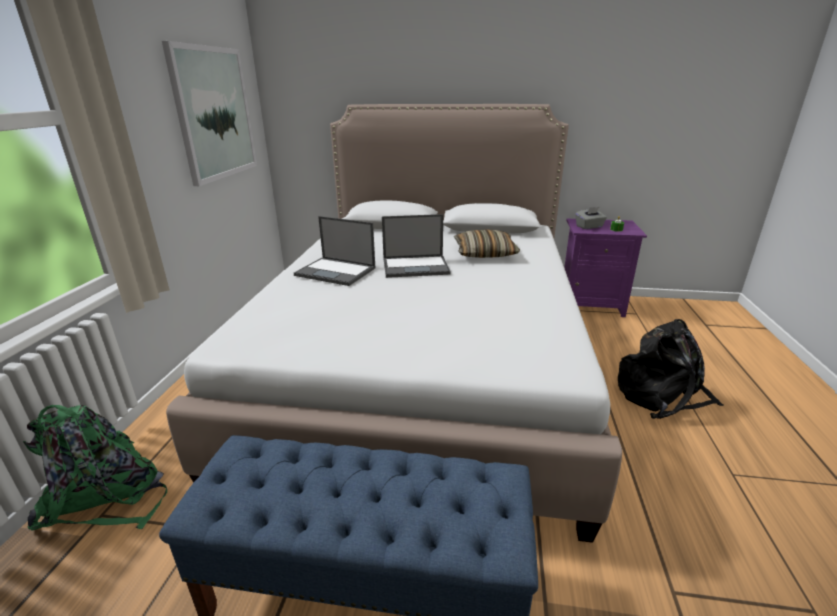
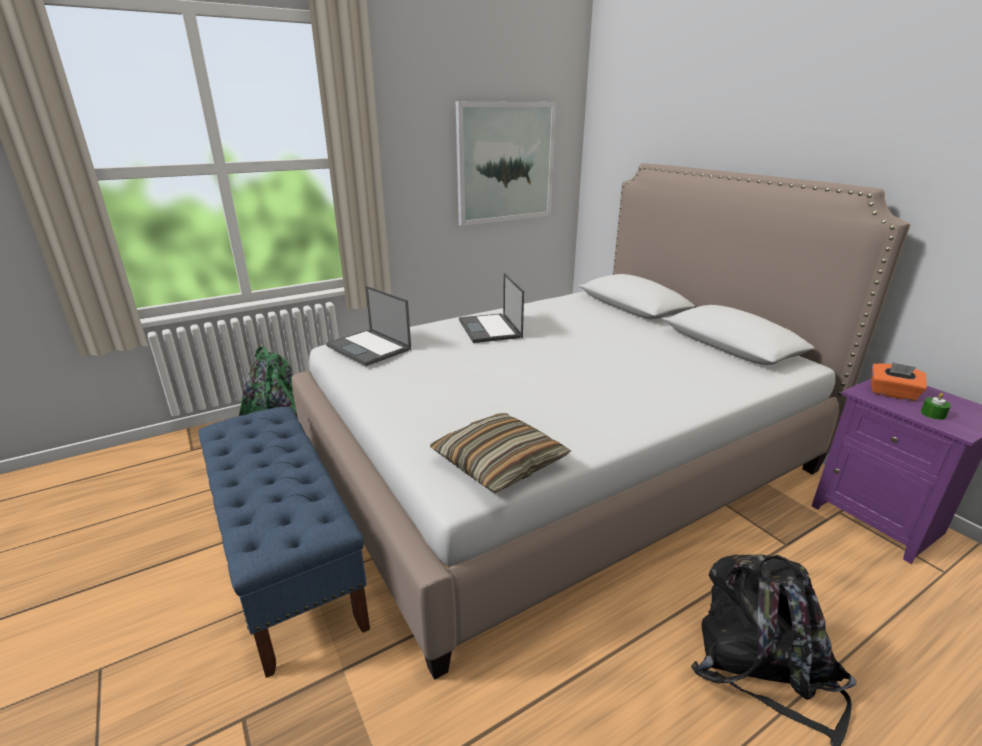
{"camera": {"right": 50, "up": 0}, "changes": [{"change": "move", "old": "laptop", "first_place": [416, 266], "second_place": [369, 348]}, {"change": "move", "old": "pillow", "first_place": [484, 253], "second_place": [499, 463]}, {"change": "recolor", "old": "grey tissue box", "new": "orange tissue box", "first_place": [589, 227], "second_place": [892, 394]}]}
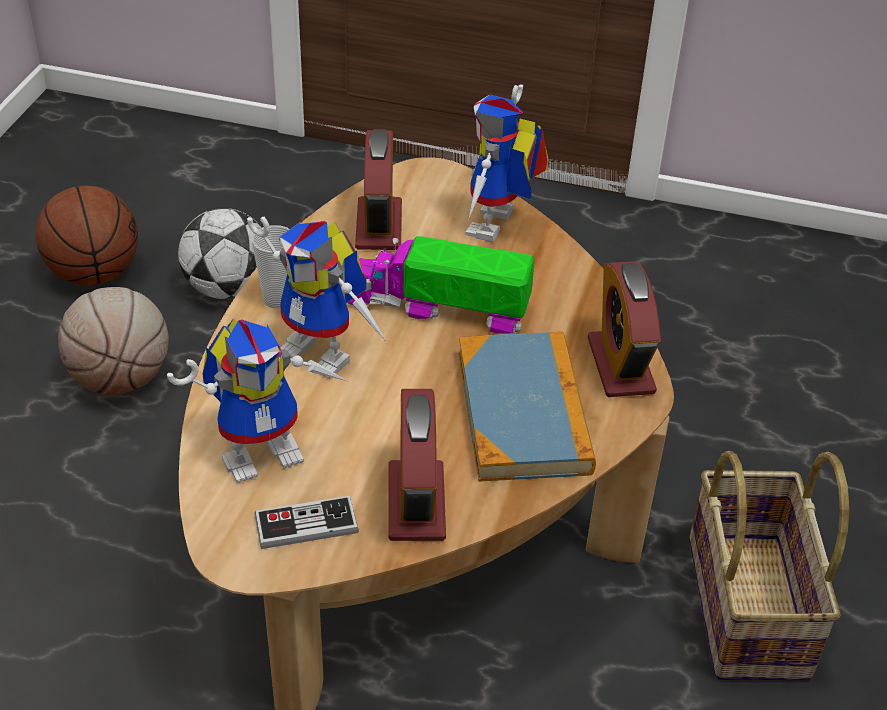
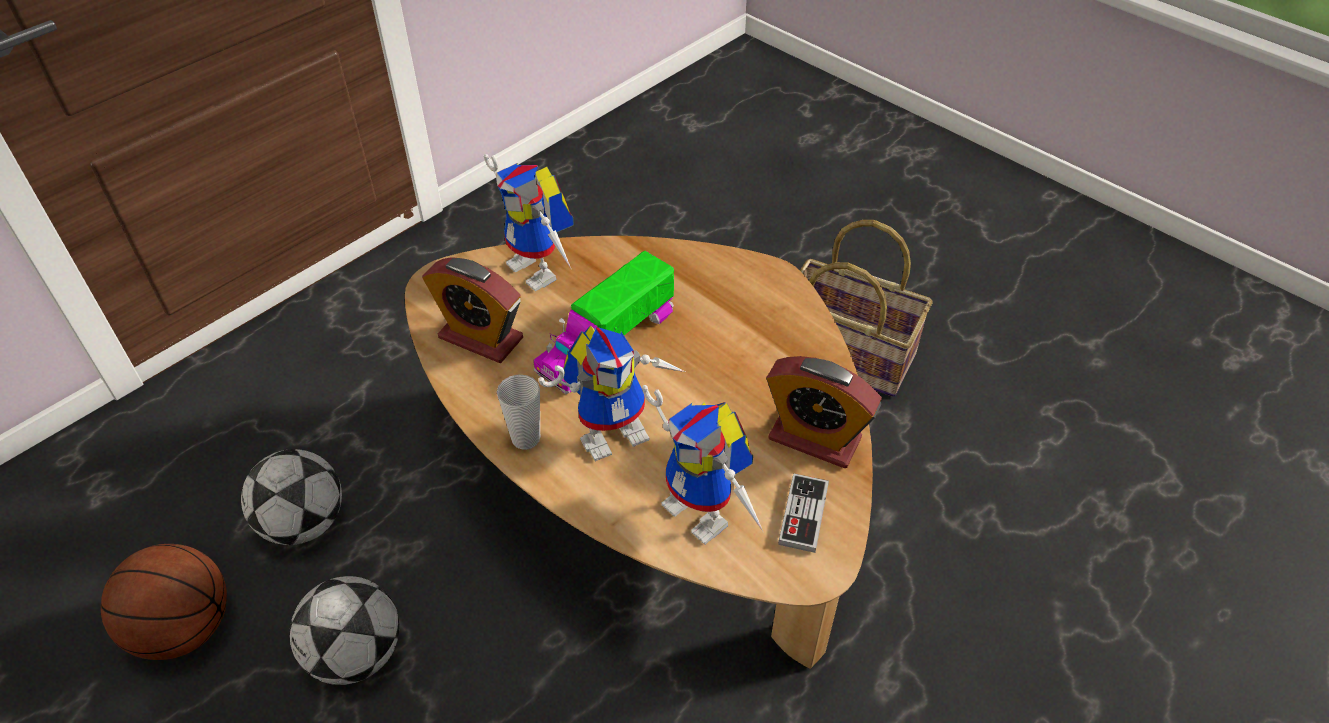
{"camera": {"right": -60, "up": 5}, "changes": [{"change": "replace", "old": "basketball", "new": "football", "first_place": [121, 379], "second_place": [357, 653]}, {"change": "rotate", "old": "toy robot", "first_place": [265, 450], "second_place": [706, 512], "degrees": 135}, {"change": "delete", "old": "book", "first_place": [523, 411]}, {"change": "delete", "old": "alarm clock", "first_place": [620, 365]}]}
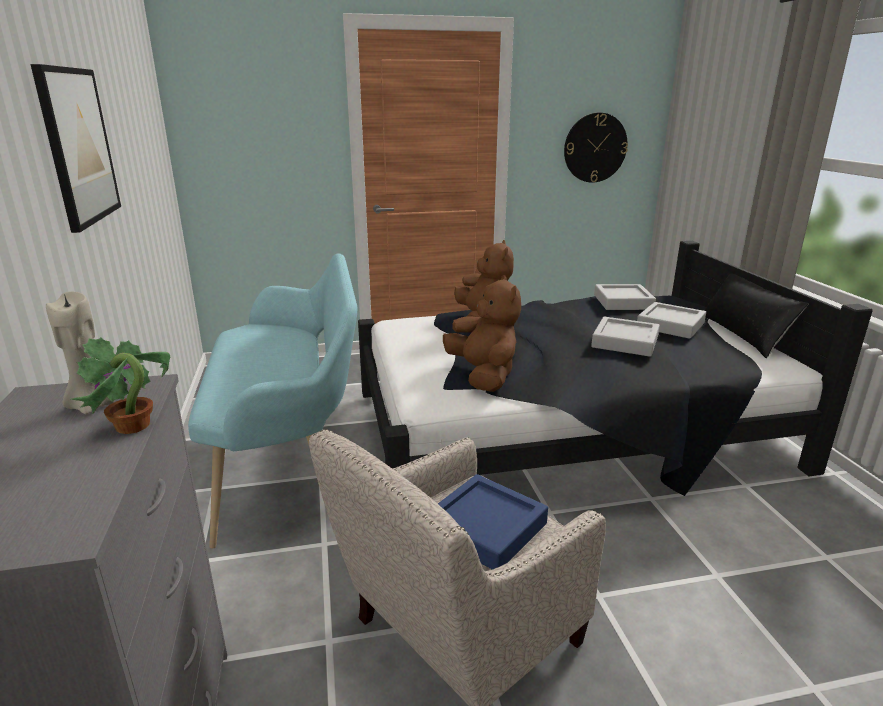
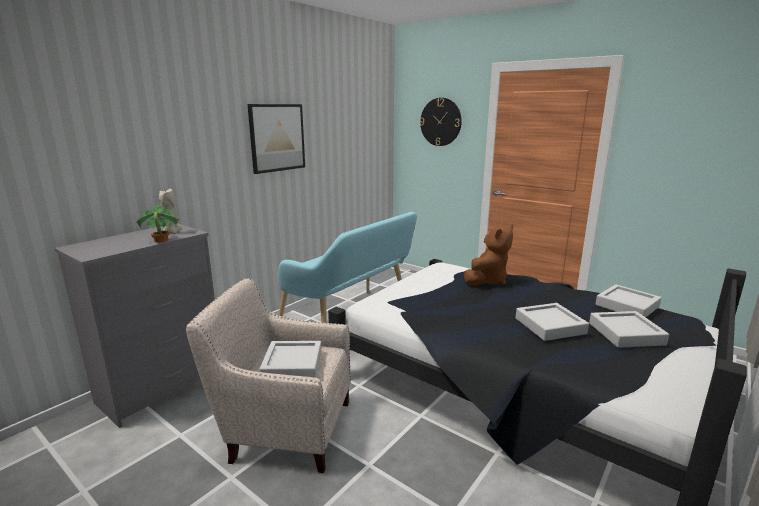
{"camera": {"right": 50, "up": -5}, "changes": [{"change": "recolor", "old": "blue tray", "new": "grey tray", "first_place": [485, 528], "second_place": [292, 365]}, {"change": "delete", "old": "brown plush toy", "first_place": [483, 376]}, {"change": "move", "old": "wall clock", "first_place": [595, 148], "second_place": [440, 122]}, {"change": "delete", "old": "black pillow", "first_place": [743, 334]}]}
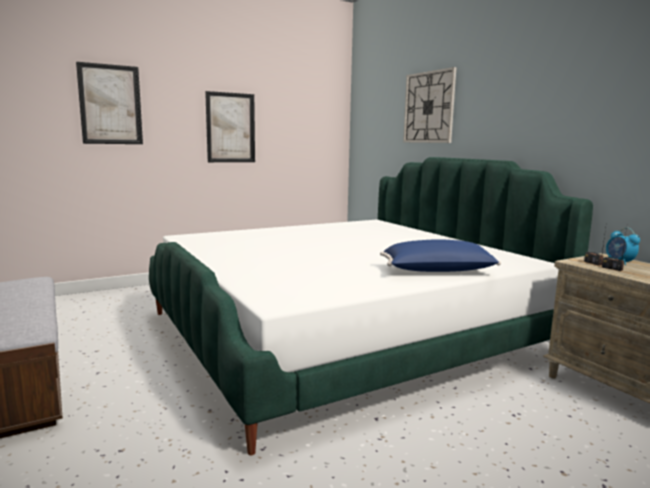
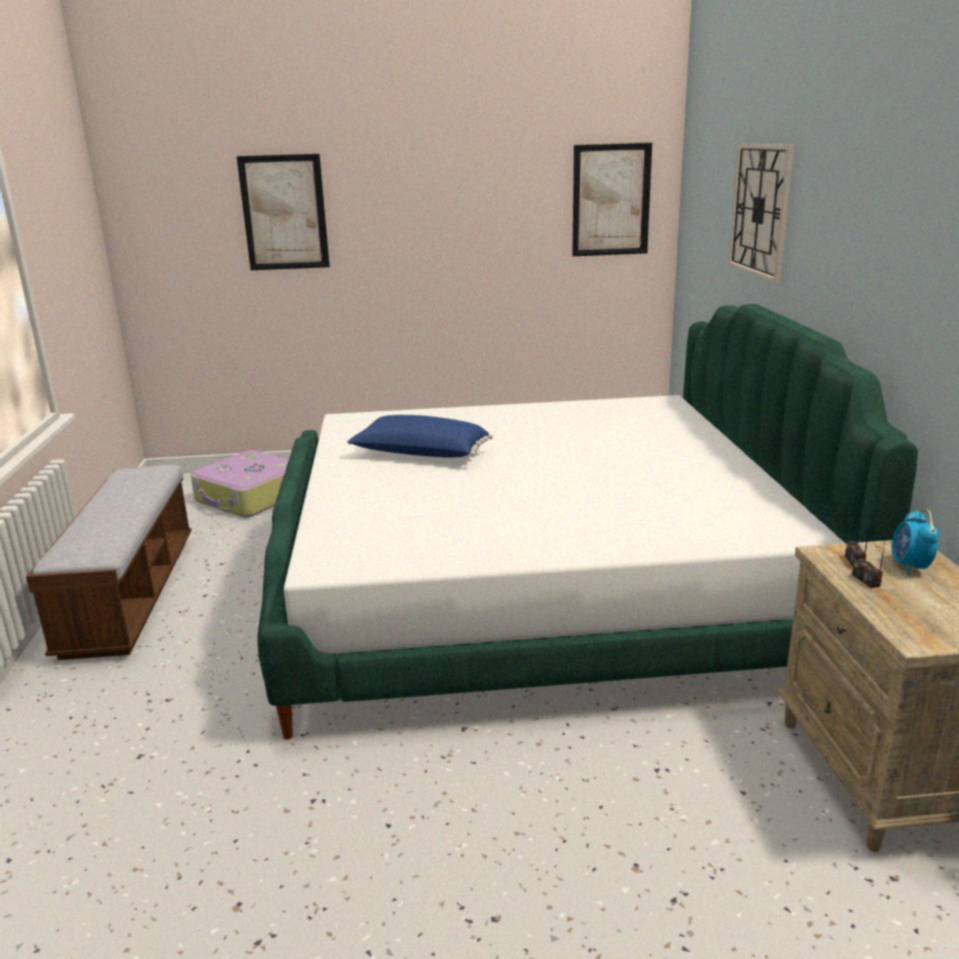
{"camera": {"right": 25, "up": 10}, "changes": [{"change": "move", "old": "picture", "first_place": [230, 128], "second_place": [611, 200]}, {"change": "move", "old": "blue pillow", "first_place": [438, 272], "second_place": [420, 455]}, {"change": "insert", "new": "suitcase", "second_place": [251, 497]}]}
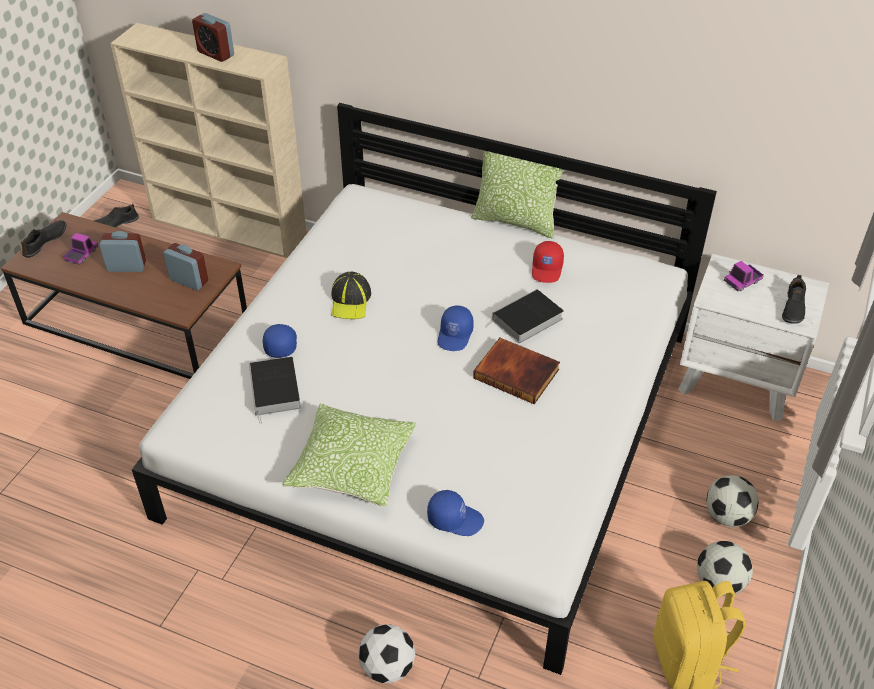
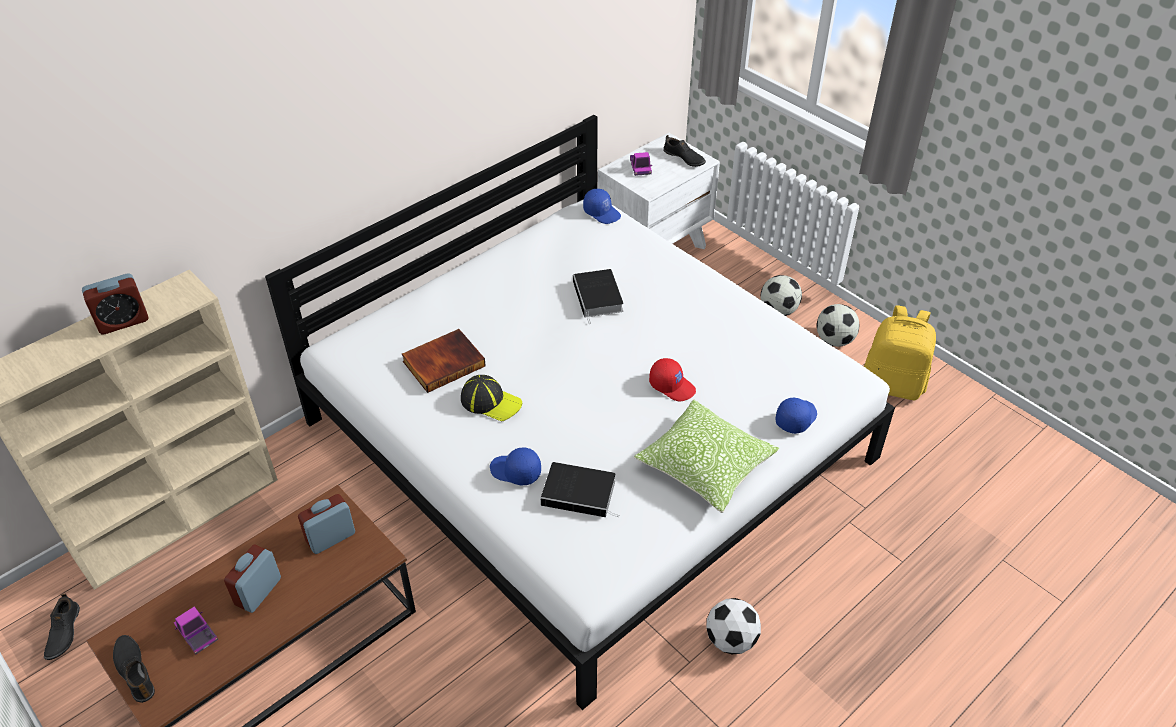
{"camera": {"right": -65, "up": 0}, "changes": [{"change": "move", "old": "football", "first_place": [387, 667], "second_place": [731, 640]}, {"change": "move", "old": "blue cap", "first_place": [455, 335], "second_place": [602, 212]}, {"change": "delete", "old": "pillow", "first_place": [516, 221]}, {"change": "move", "old": "book", "first_place": [517, 373], "second_place": [443, 362]}, {"change": "move", "old": "red cap", "first_place": [547, 269], "second_place": [672, 386]}]}
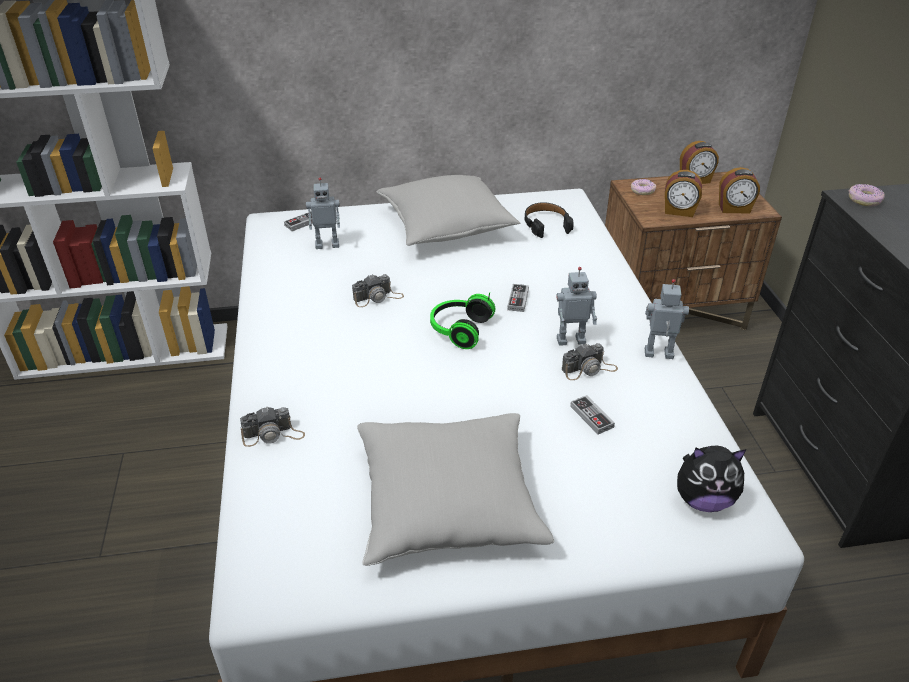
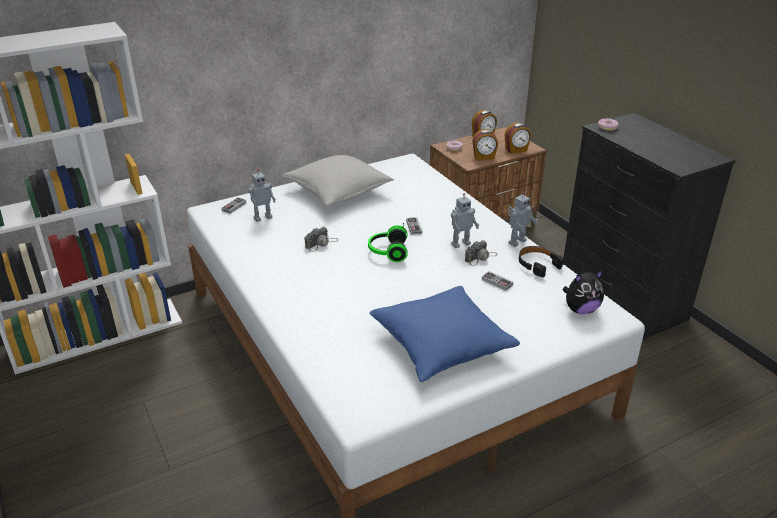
{"camera": {"right": -20, "up": -5}, "changes": [{"change": "delete", "old": "photo camera", "first_place": [273, 435]}, {"change": "recolor", "old": "grey pillow", "new": "blue pillow", "first_place": [448, 502], "second_place": [441, 344]}, {"change": "move", "old": "black headphones", "first_place": [546, 225], "second_place": [537, 264]}, {"change": "rotate", "old": "toy robot", "first_place": [658, 355], "second_place": [516, 241], "degrees": 150}]}
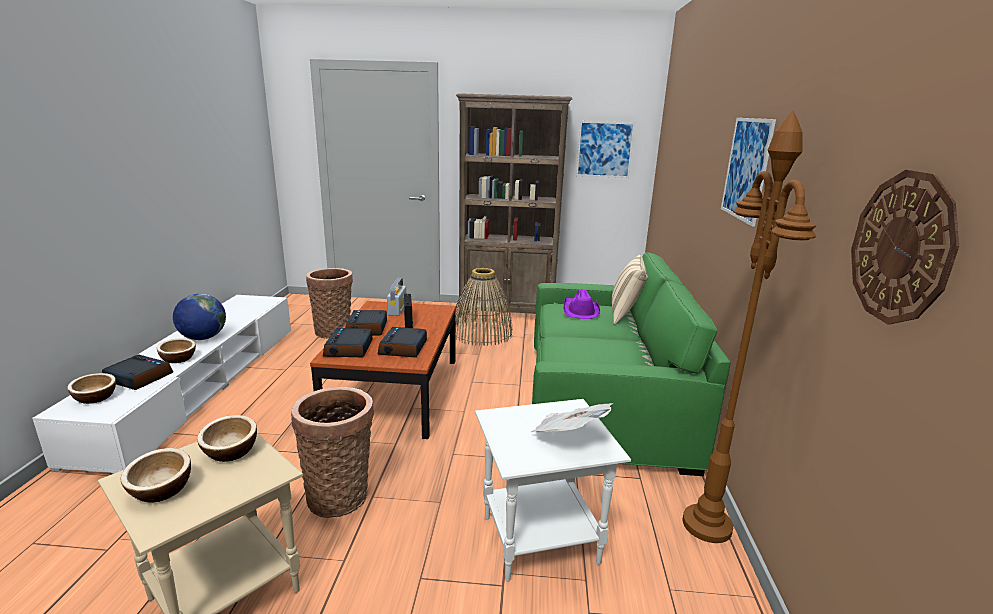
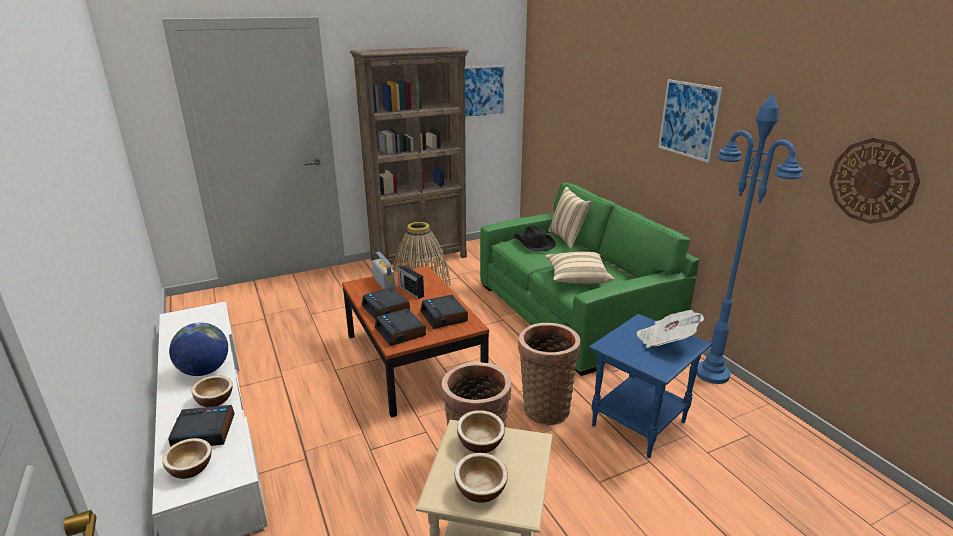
{"camera": {"right": -30, "up": 5}, "changes": [{"change": "move", "old": "basket", "first_place": [334, 331], "second_place": [544, 407]}, {"change": "recolor", "old": "white side table", "new": "blue side table", "first_place": [541, 539], "second_place": [639, 423]}, {"change": "recolor", "old": "purple hat", "new": "black hat", "first_place": [580, 310], "second_place": [533, 243]}, {"change": "recolor", "old": "brown floor lamp", "new": "blue floor lamp", "first_place": [707, 526], "second_place": [712, 374]}, {"change": "insert", "new": "beige pillow", "second_place": [577, 278]}]}
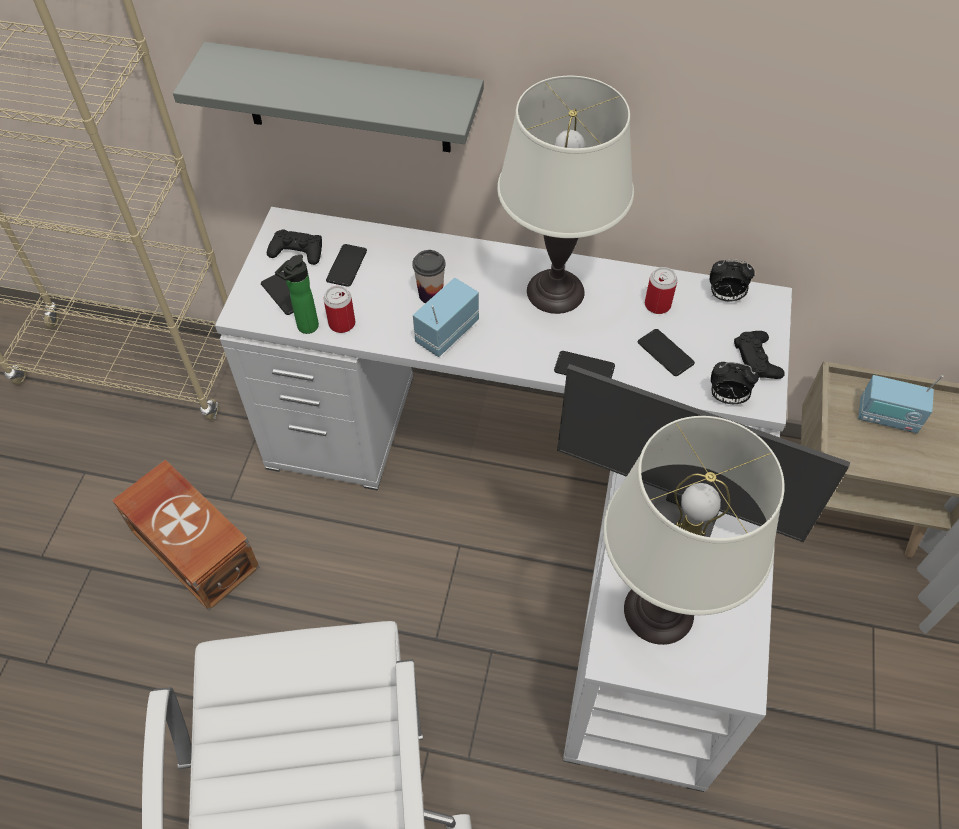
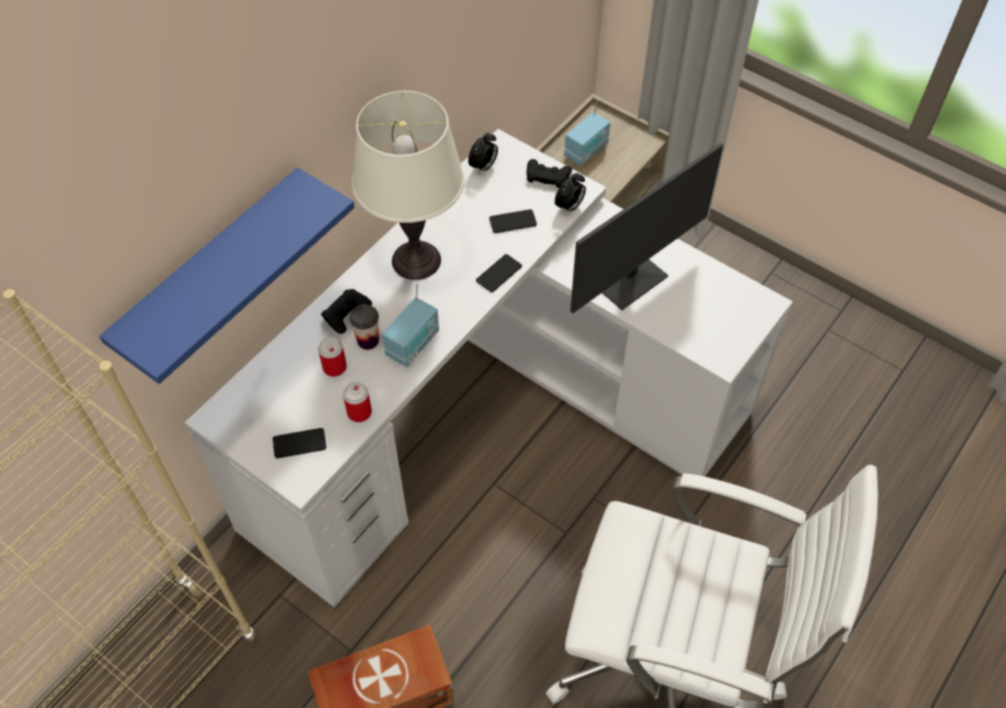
{"camera": {"right": -65, "up": 0}, "changes": [{"change": "recolor", "old": "grey shelf", "new": "blue shelf", "first_place": [346, 99], "second_place": [213, 274]}, {"change": "move", "old": "black game controller", "first_place": [297, 251], "second_place": [346, 313]}, {"change": "delete", "old": "bottle", "first_place": [305, 328]}, {"change": "delete", "old": "phone", "first_place": [346, 266]}, {"change": "rotate", "old": "radio", "first_place": [446, 332], "second_place": [413, 344], "degrees": -120}, {"change": "delete", "old": "white table lamp", "first_place": [658, 611]}, {"change": "move", "old": "can", "first_place": [657, 305], "second_place": [334, 367]}]}
